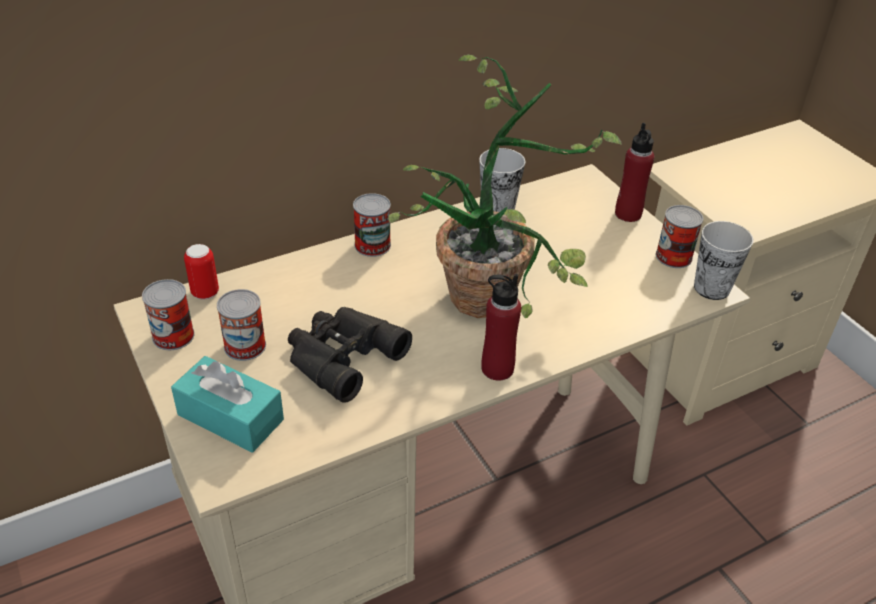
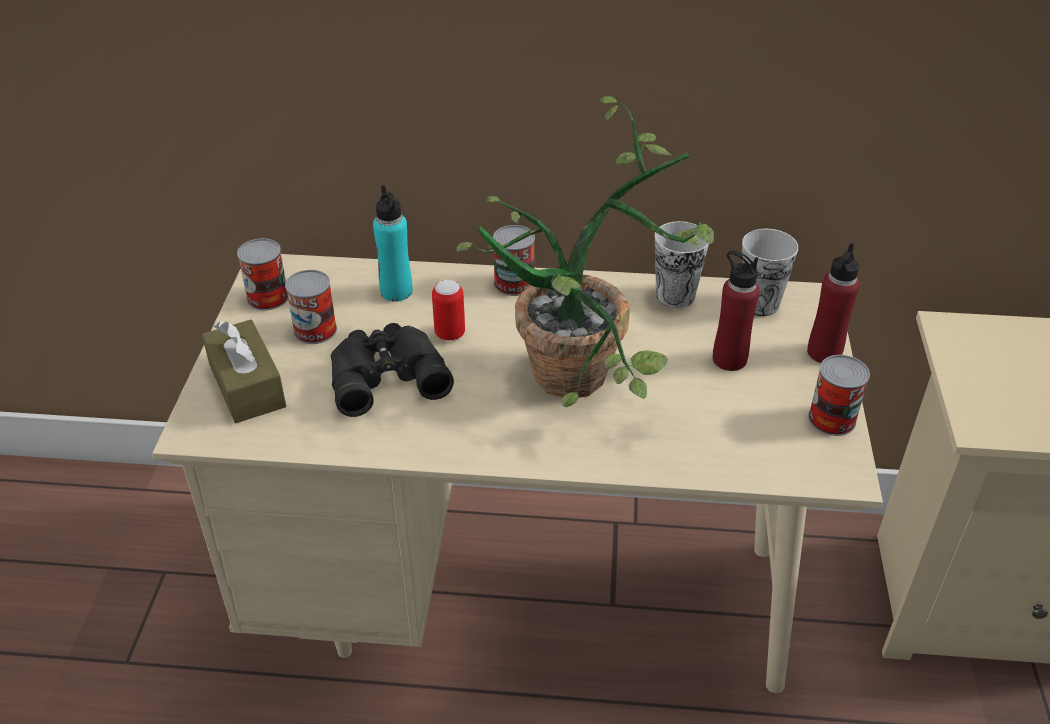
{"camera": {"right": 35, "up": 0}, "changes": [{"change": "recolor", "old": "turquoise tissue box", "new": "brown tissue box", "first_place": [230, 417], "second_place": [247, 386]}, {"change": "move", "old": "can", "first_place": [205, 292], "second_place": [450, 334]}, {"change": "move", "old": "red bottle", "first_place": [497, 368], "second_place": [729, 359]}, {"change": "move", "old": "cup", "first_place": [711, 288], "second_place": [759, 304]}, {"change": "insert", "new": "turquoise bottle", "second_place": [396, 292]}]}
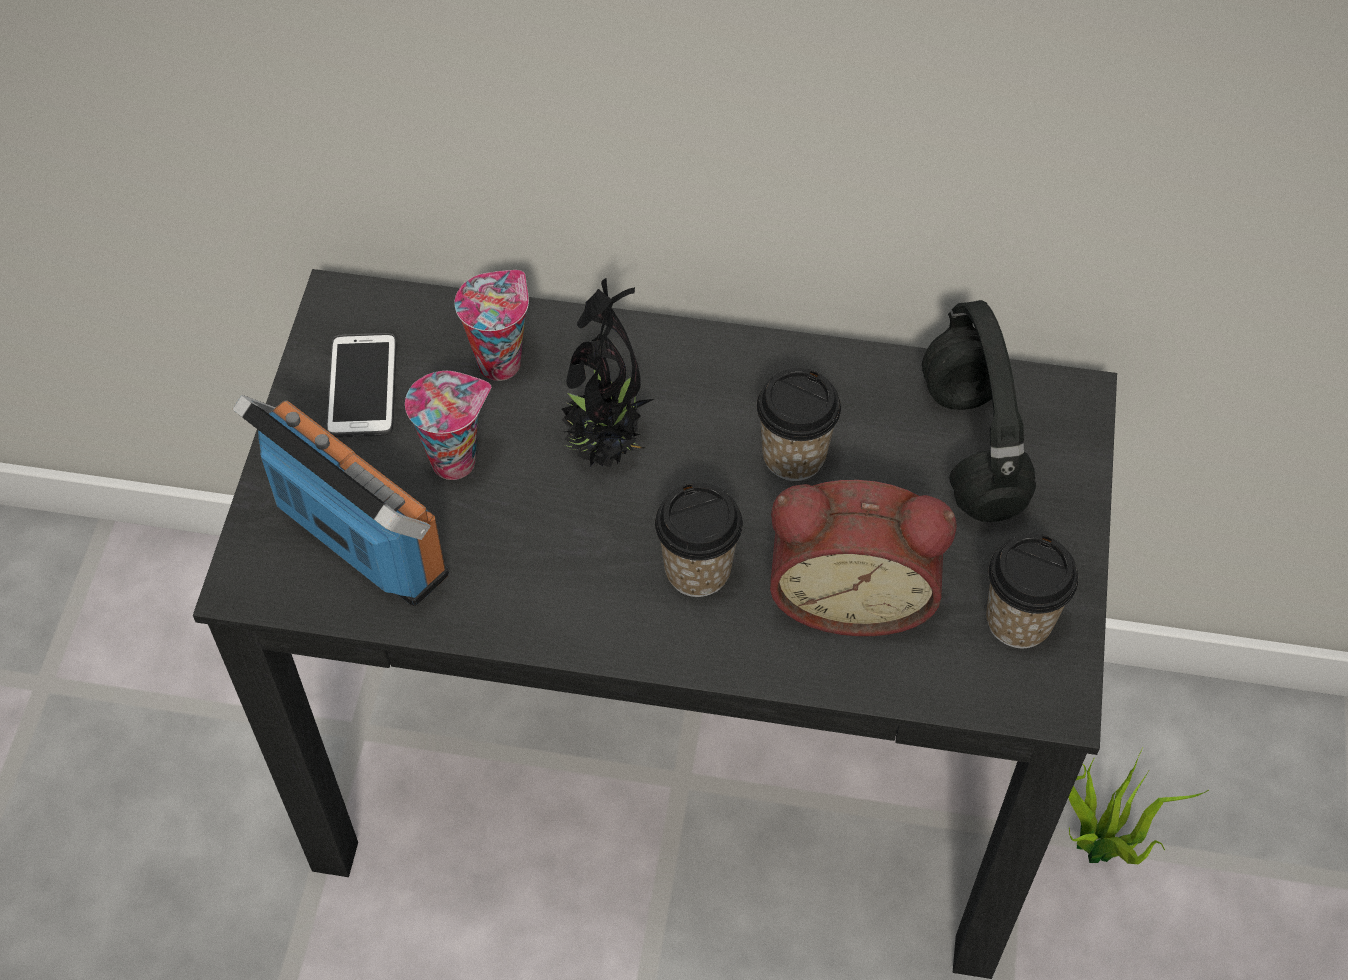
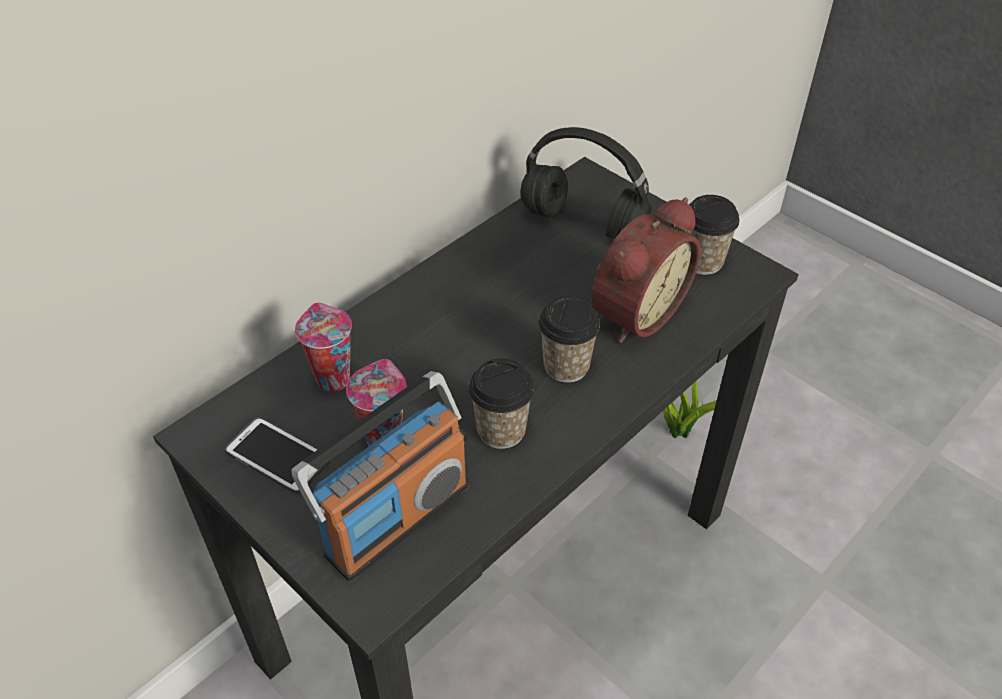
{"camera": {"right": -55, "up": -10}, "changes": [{"change": "rotate", "old": "radio", "first_place": [360, 539], "second_place": [396, 519], "degrees": 150}, {"change": "delete", "old": "potted plant", "first_place": [605, 447]}, {"change": "move", "old": "cup", "first_place": [794, 456], "second_place": [501, 430]}]}
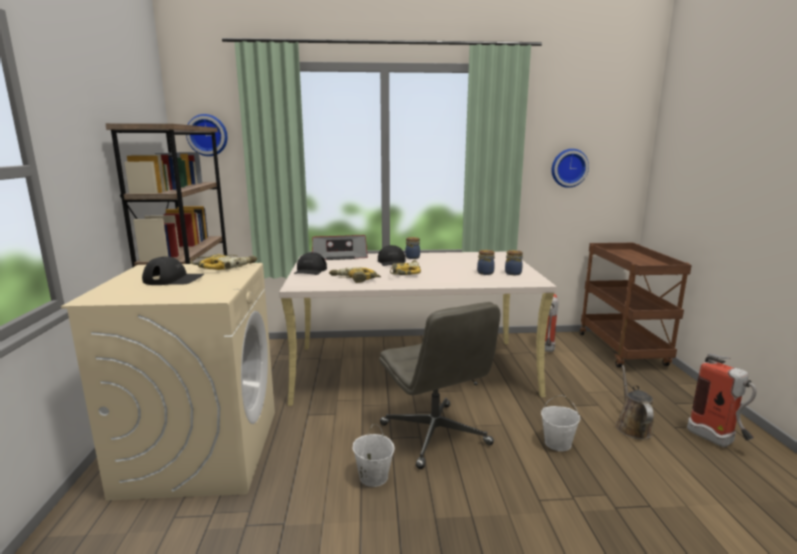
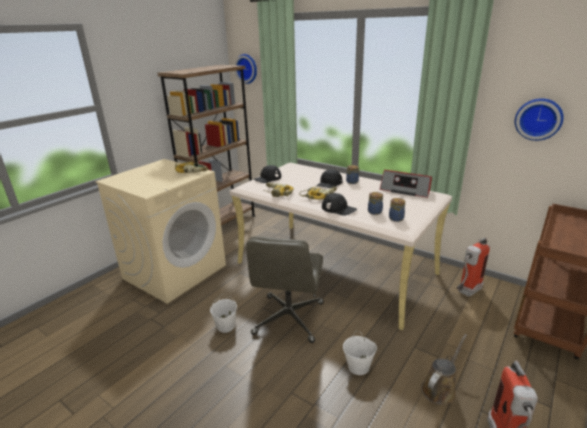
{"camera": {"right": 40, "up": 10}, "changes": [{"change": "move", "old": "black cap", "first_place": [173, 279], "second_place": [339, 209]}, {"change": "move", "old": "radio", "first_place": [339, 256], "second_place": [406, 190]}]}
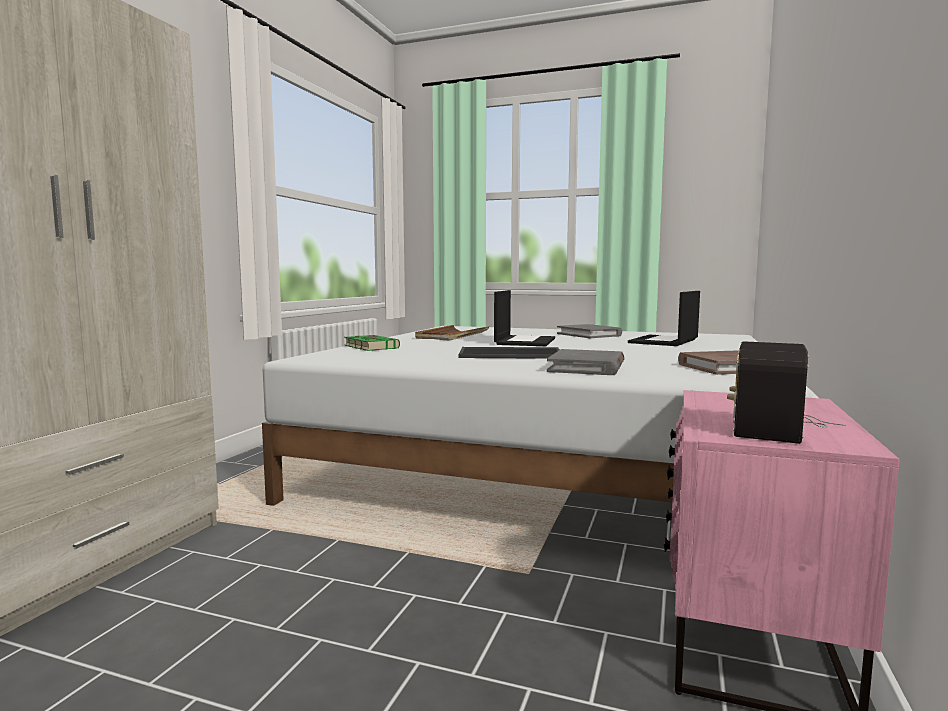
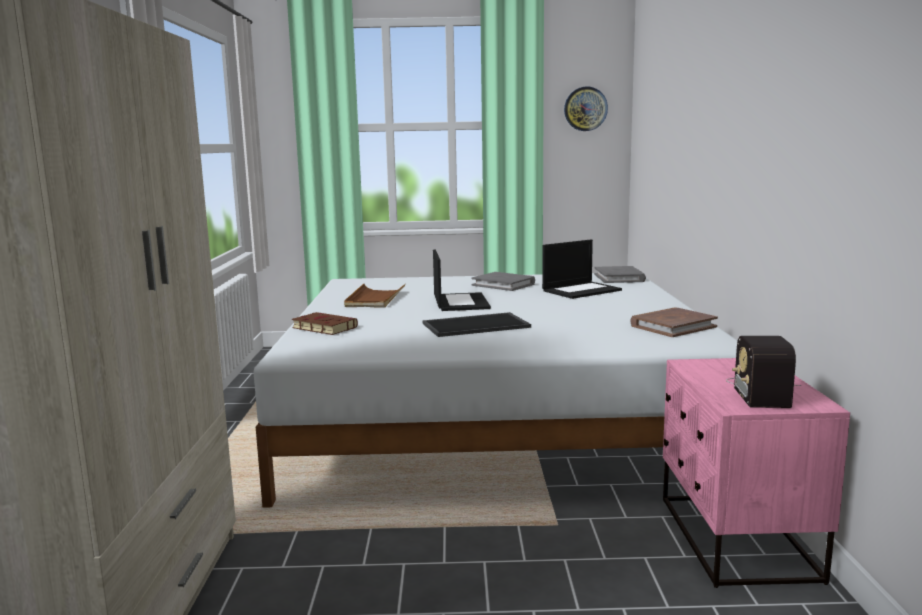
{"camera": {"right": -20, "up": 5}, "changes": [{"change": "recolor", "old": "green book", "new": "brown book", "first_place": [370, 347], "second_place": [323, 327]}, {"change": "move", "old": "grey book", "first_place": [587, 367], "second_place": [619, 278]}, {"change": "rotate", "old": "laptop", "first_place": [664, 341], "second_place": [581, 290], "degrees": -135}, {"change": "insert", "new": "wall clock", "second_place": [585, 109]}]}
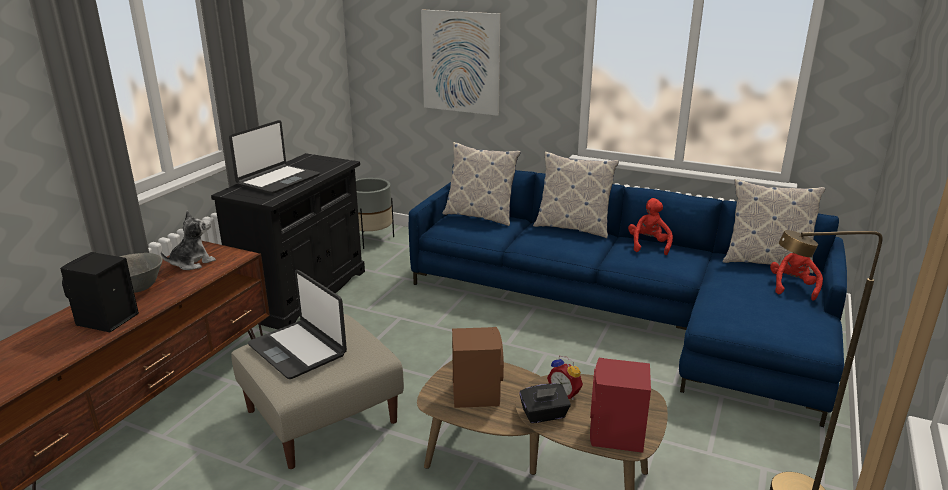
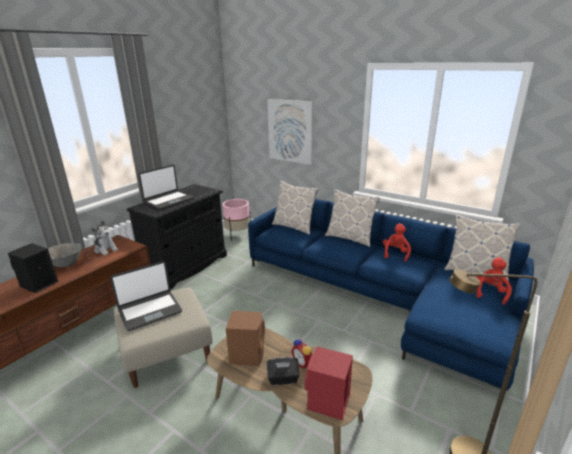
{"camera": {"right": 10, "up": 0}, "changes": [{"change": "rotate", "old": "plush toy", "first_place": [192, 263], "second_place": [106, 249], "degrees": 75}, {"change": "rotate", "old": "laptop", "first_place": [298, 350], "second_place": [150, 311], "degrees": -90}, {"change": "recolor", "old": "grey planter", "new": "pink planter", "first_place": [371, 239], "second_place": [238, 235]}]}
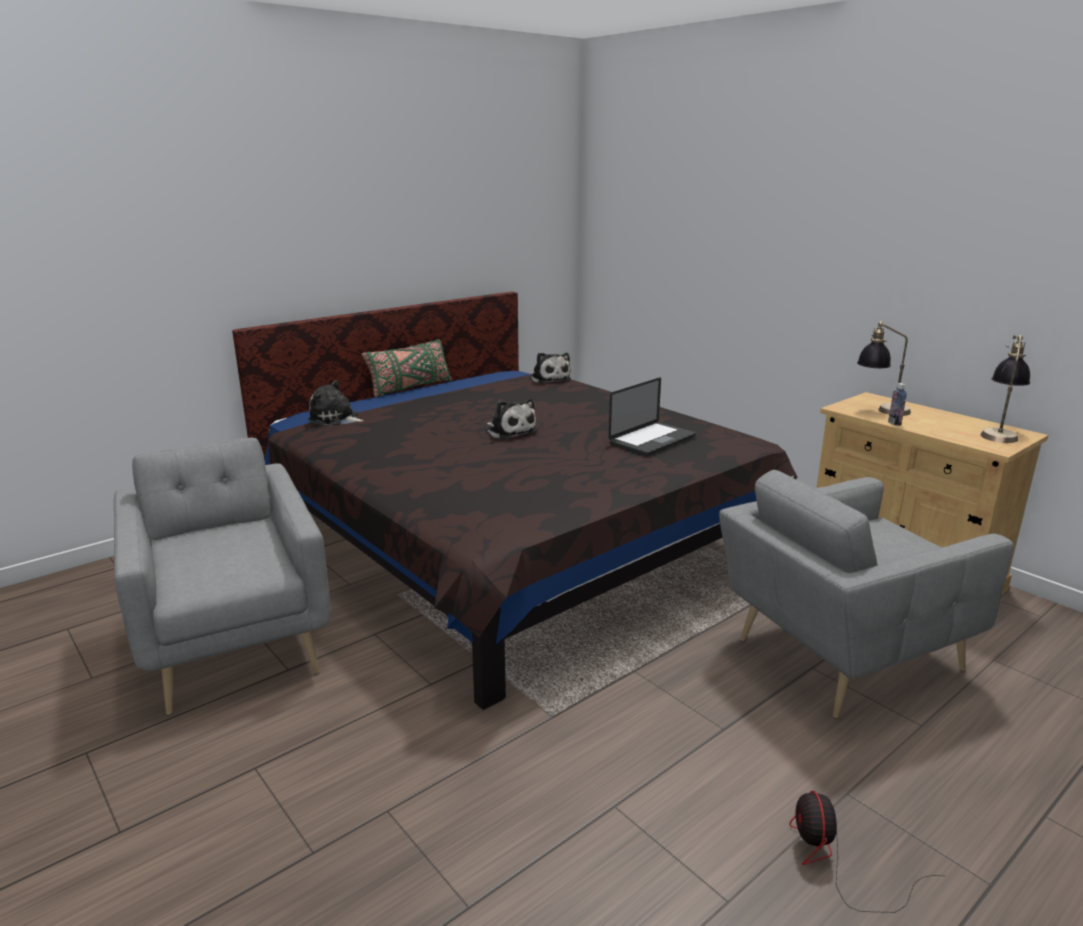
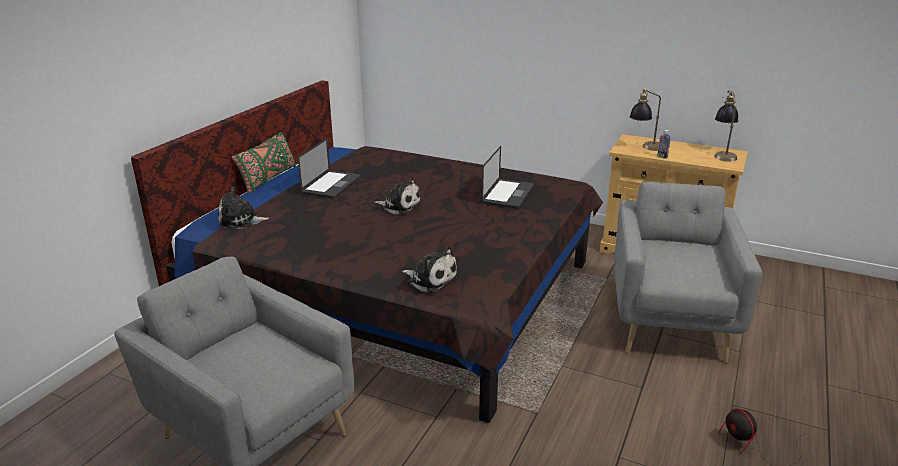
{"camera": {"right": -25, "up": 5}, "changes": [{"change": "move", "old": "plush toy", "first_place": [549, 378], "second_place": [430, 279]}, {"change": "rotate", "old": "grey armchair", "first_place": [839, 656], "second_place": [670, 320], "degrees": 150}, {"change": "insert", "new": "laptop", "second_place": [331, 185]}]}
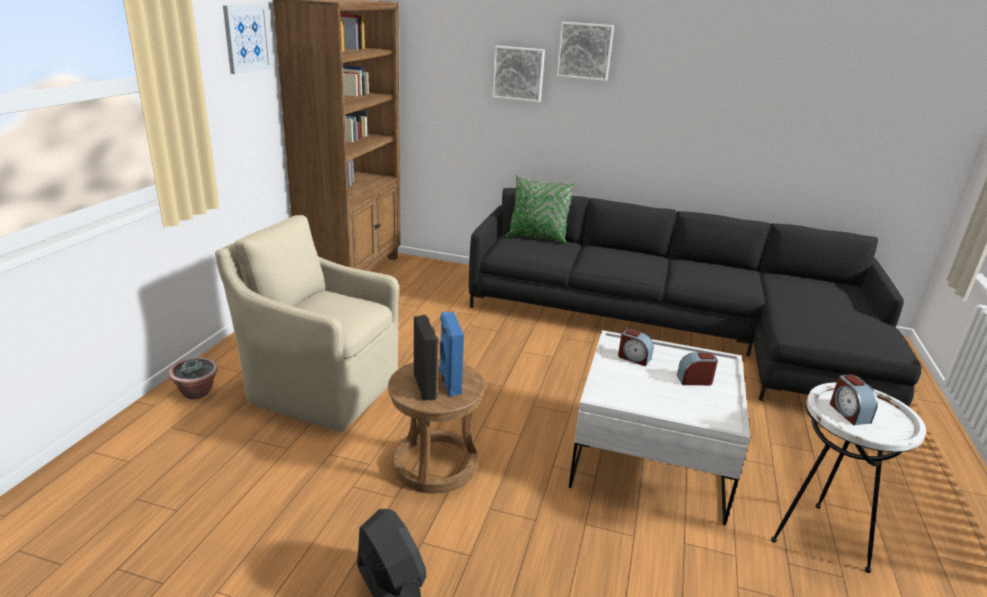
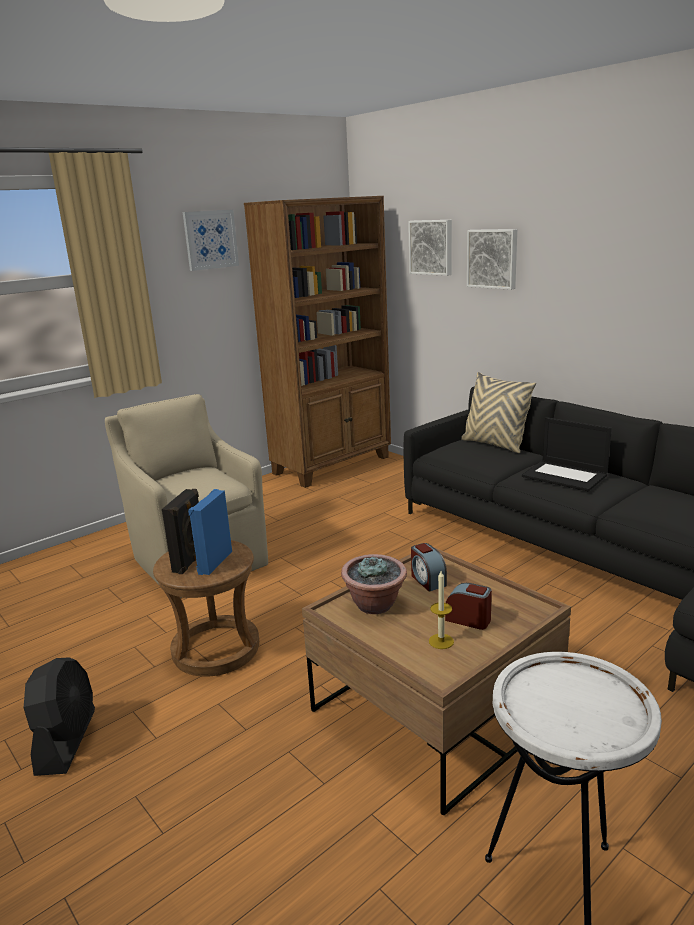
{"camera": {"right": 35, "up": -5}, "changes": [{"change": "move", "old": "potted plant", "first_place": [197, 392], "second_place": [375, 605]}, {"change": "recolor", "old": "green pillow", "new": "beige pillow", "first_place": [537, 238], "second_place": [494, 444]}, {"change": "move", "old": "picture", "first_place": [584, 51], "second_place": [431, 247]}, {"change": "recolor", "old": "white coffee table", "new": "brown coffee table", "first_place": [650, 458], "second_place": [435, 711]}, {"change": "delete", "old": "alarm clock", "first_place": [848, 412]}, {"change": "insert", "new": "candle", "second_place": [441, 641]}, {"change": "insert", "new": "laptop", "second_place": [565, 476]}]}
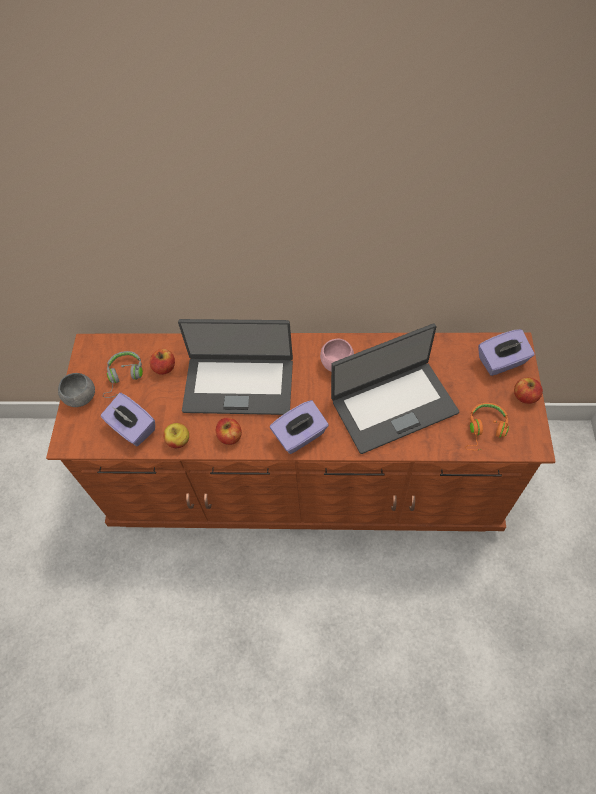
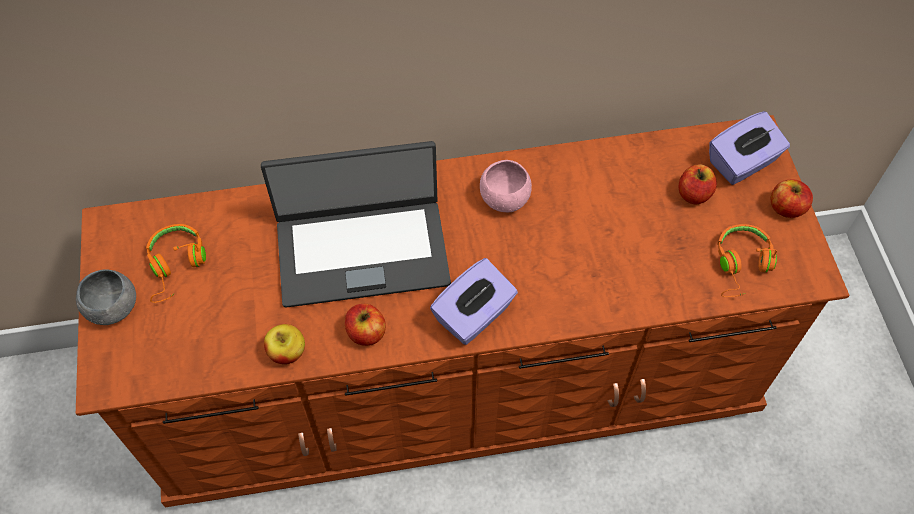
{"camera": {"right": -15, "up": 0}, "changes": [{"change": "delete", "old": "purple tissue box", "first_place": [132, 428]}, {"change": "recolor", "old": "grey headphones", "new": "orange headphones", "first_place": [124, 377], "second_place": [176, 266]}, {"change": "move", "old": "apple", "first_place": [165, 368], "second_place": [694, 194]}, {"change": "delete", "old": "laptop", "first_place": [393, 405]}]}
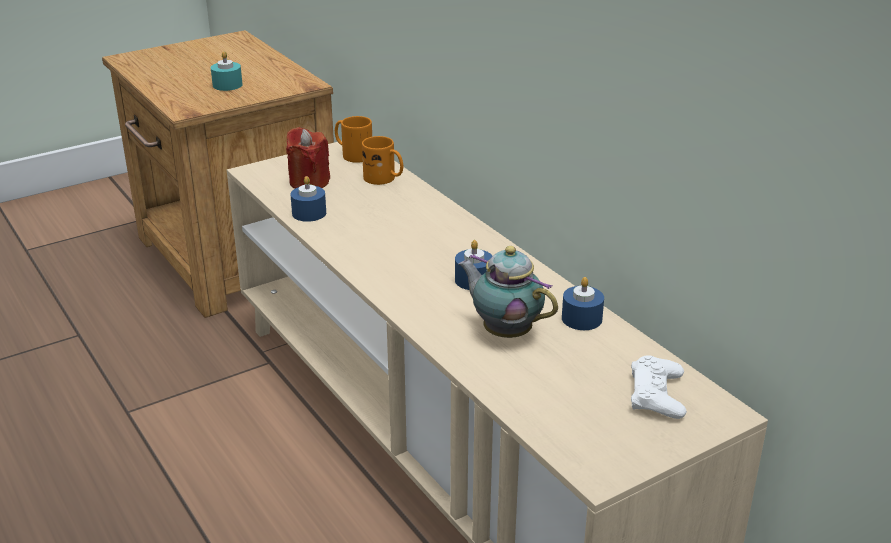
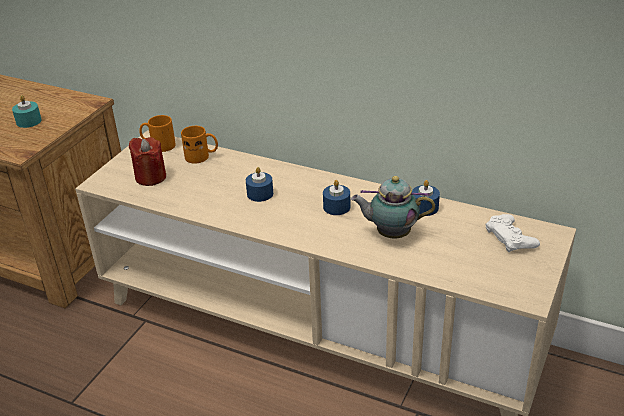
{"camera": {"right": -30, "up": 5}, "changes": [{"change": "move", "old": "blue candle", "first_place": [309, 213], "second_place": [260, 194]}]}
